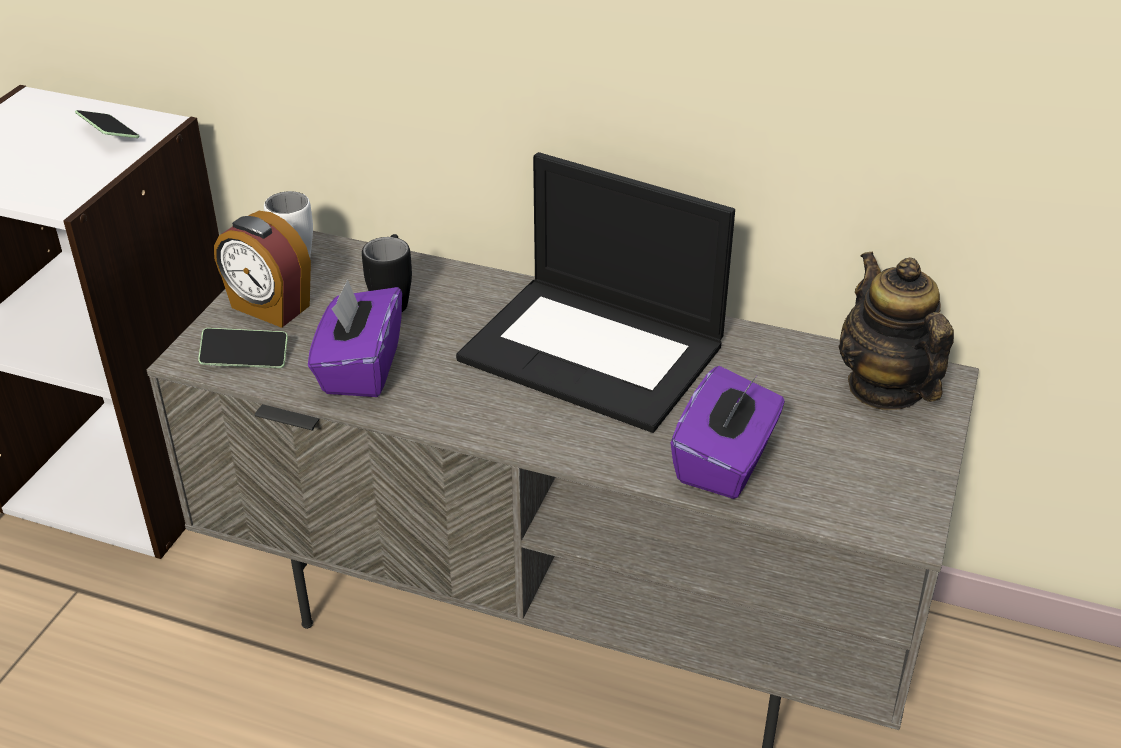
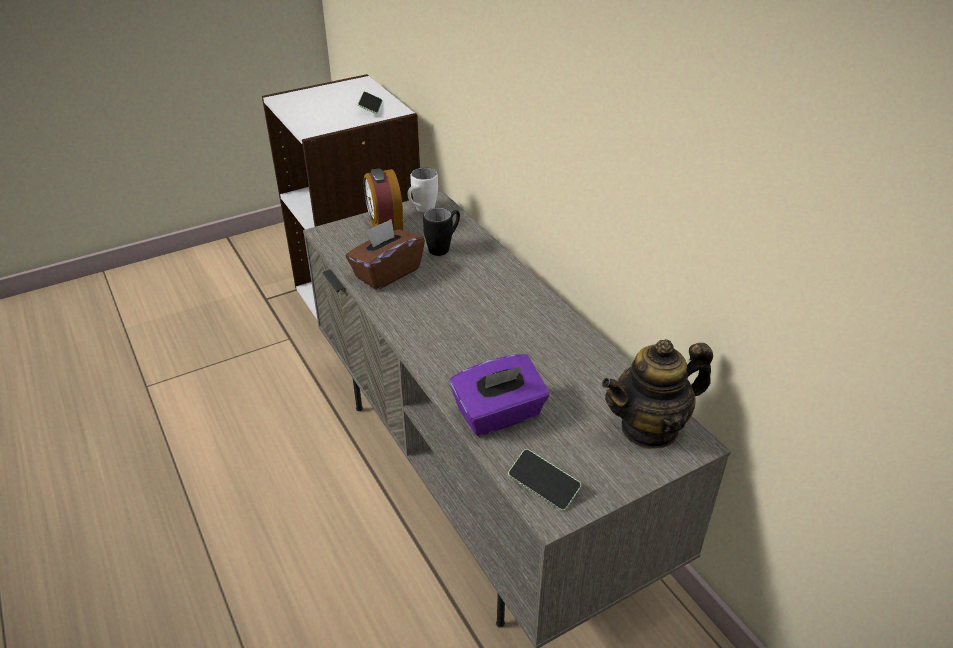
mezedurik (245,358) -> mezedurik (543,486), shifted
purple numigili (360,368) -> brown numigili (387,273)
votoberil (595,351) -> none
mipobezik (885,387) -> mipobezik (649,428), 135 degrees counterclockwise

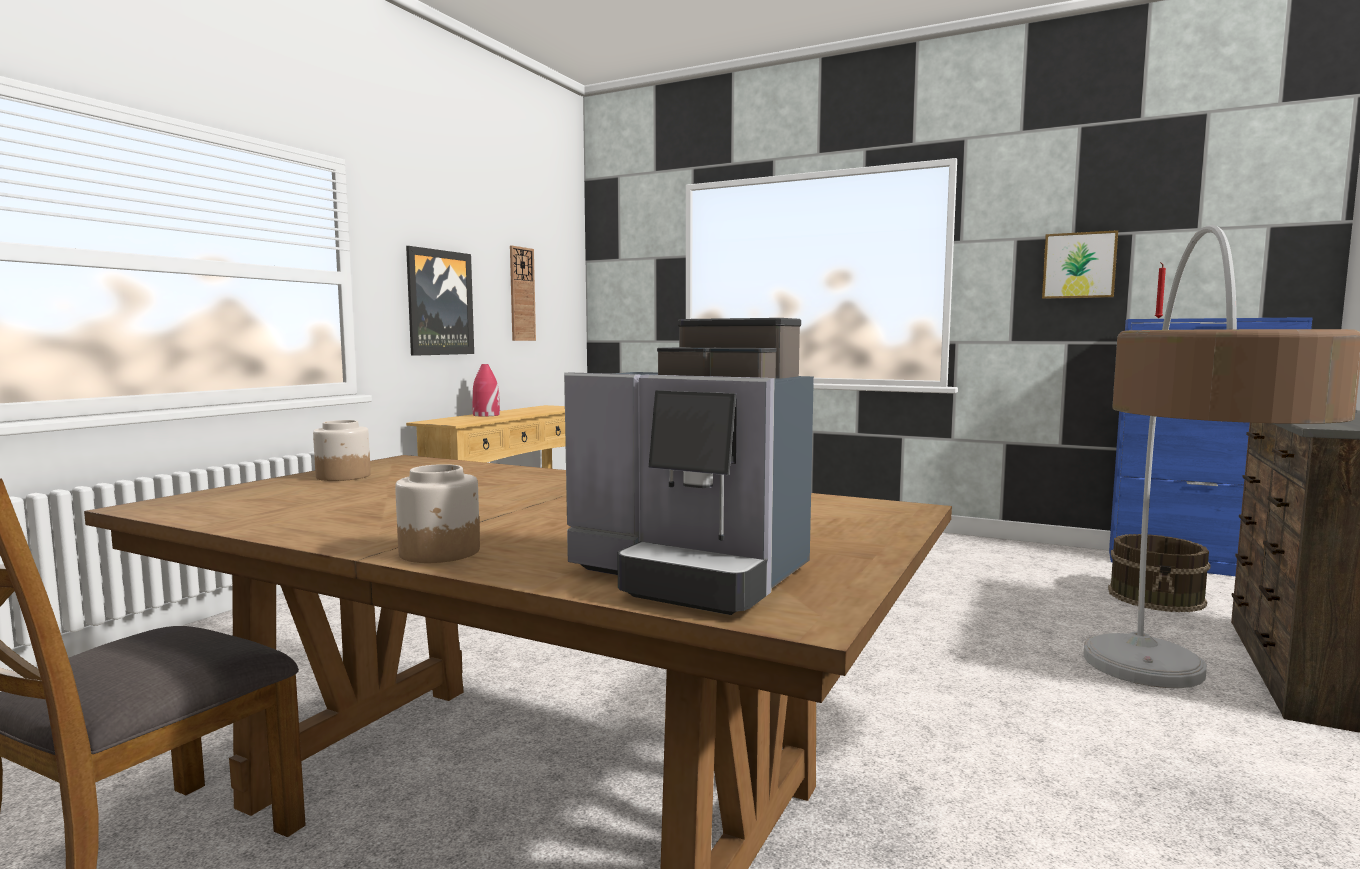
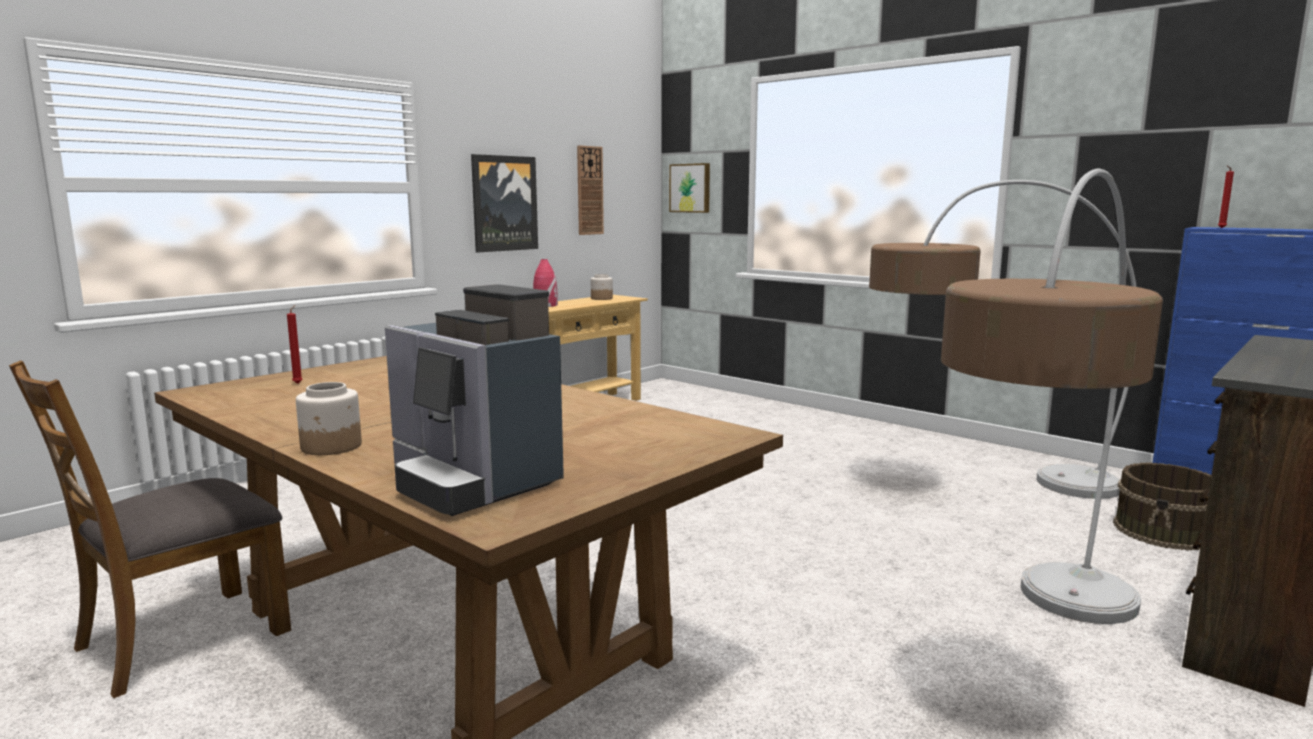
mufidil (342,476) -> mufidil (601,298), shifted
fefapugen (1079,265) -> fefapugen (690,188), shifted
none -> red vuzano (299,383)
none -> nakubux (979,489)

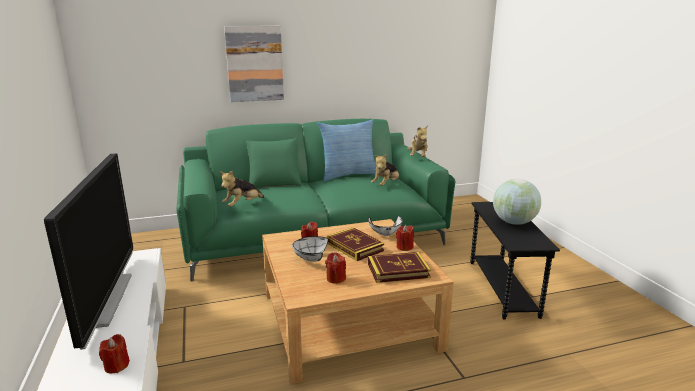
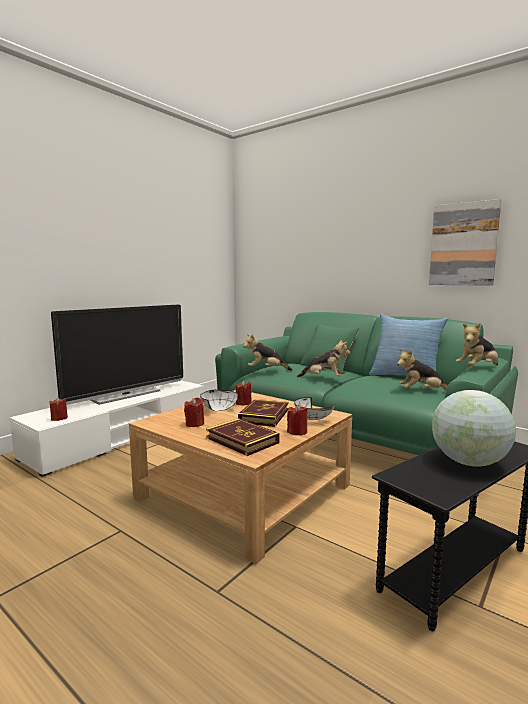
fefapugen (254,64) -> fefapugen (463,244), shifted
none -> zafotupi (324,378)

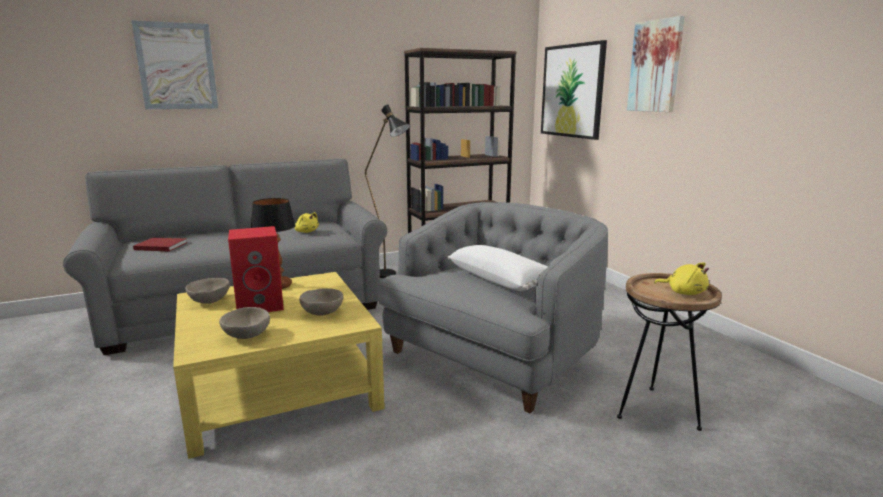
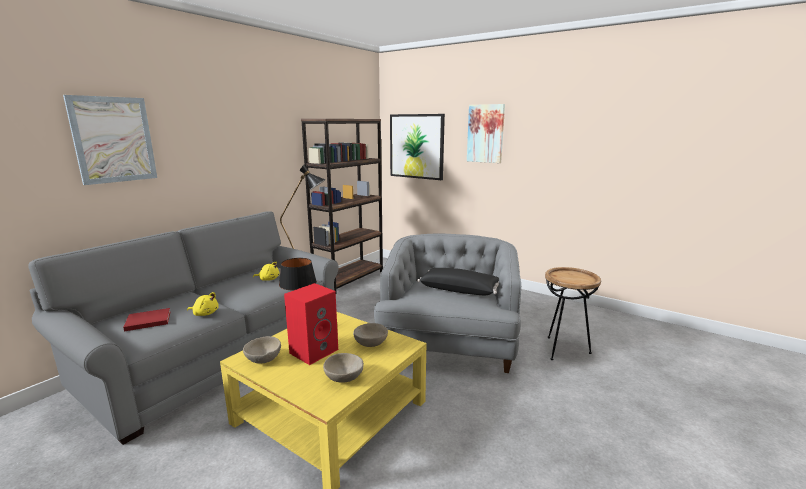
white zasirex (501,280) -> black zasirex (459,290)
yellow zafotupi (684,292) -> yellow zafotupi (205,313), shifted

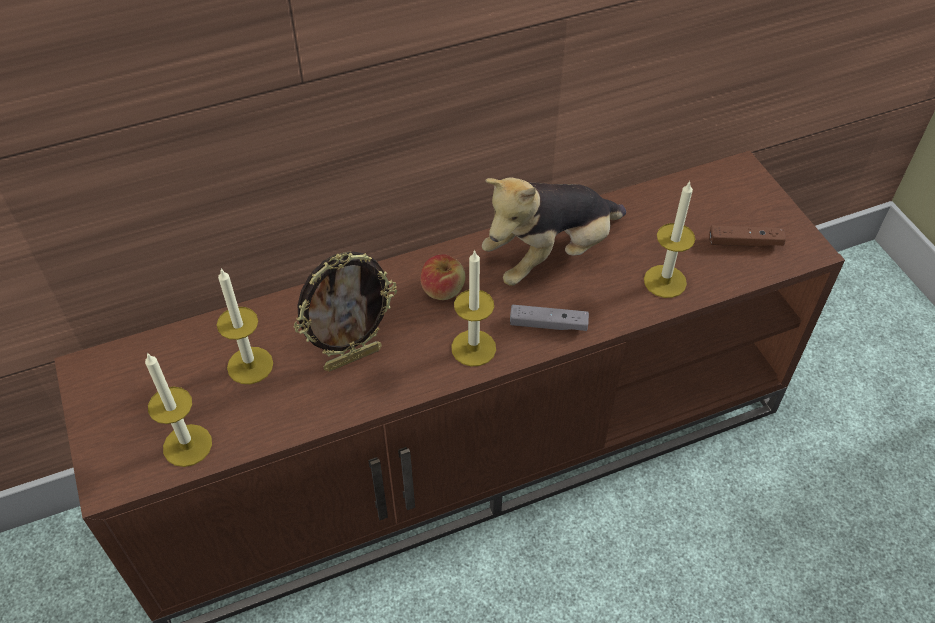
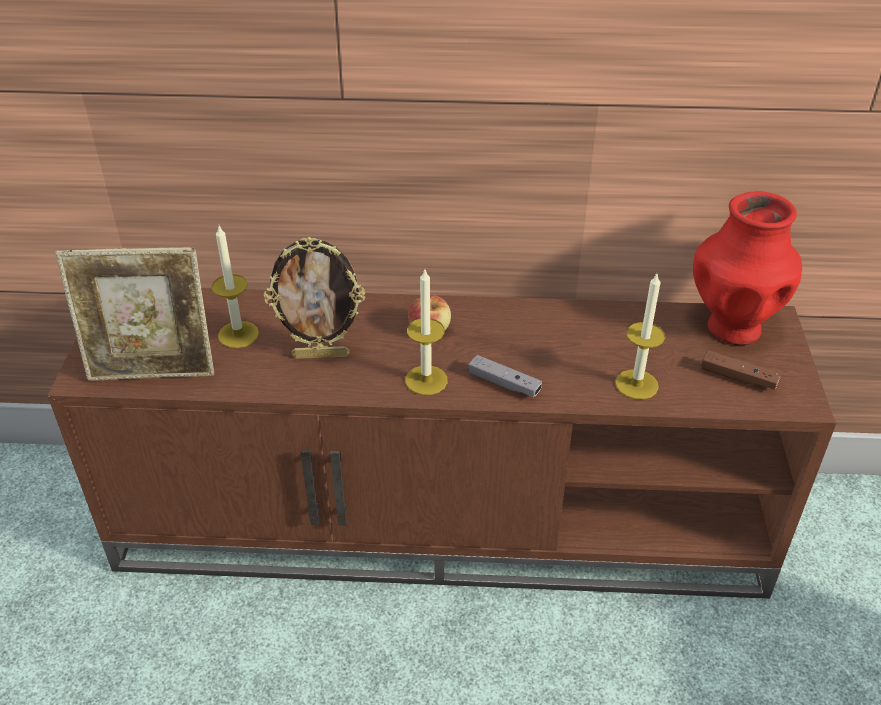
vuzano (187,445) -> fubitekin (154,373)
zafotupi (550,255) -> none
none -> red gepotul (733,327)

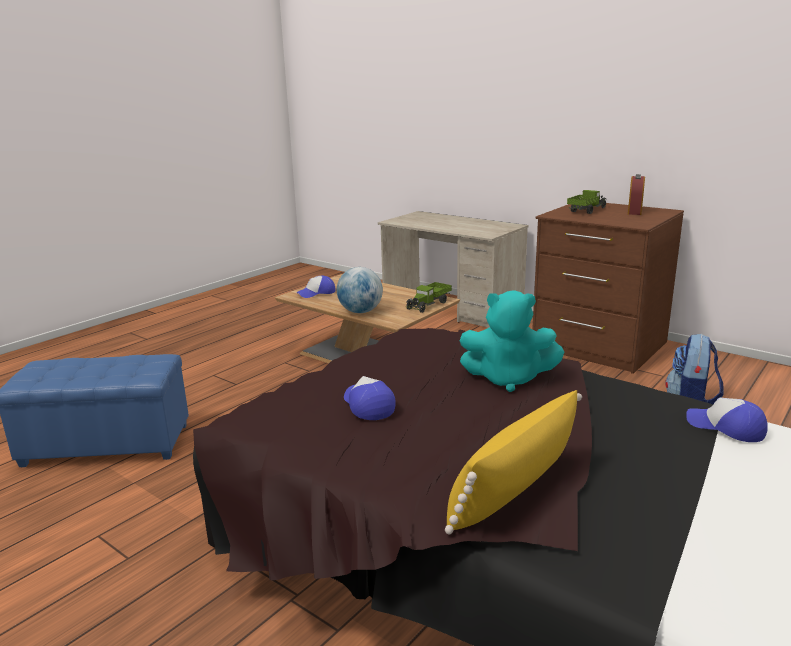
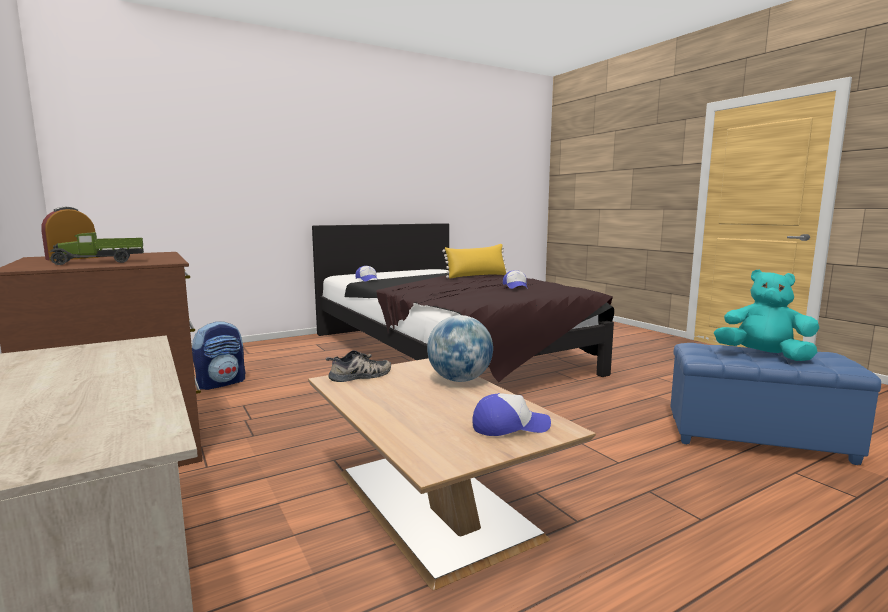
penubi (429,304) -> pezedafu (360,376)
turquoise zafotupi (508,379) -> turquoise zafotupi (763,356), shifted

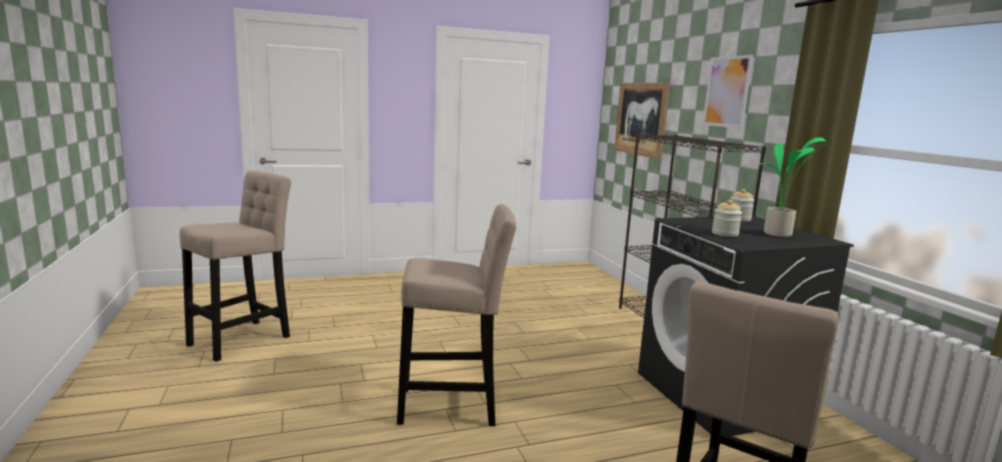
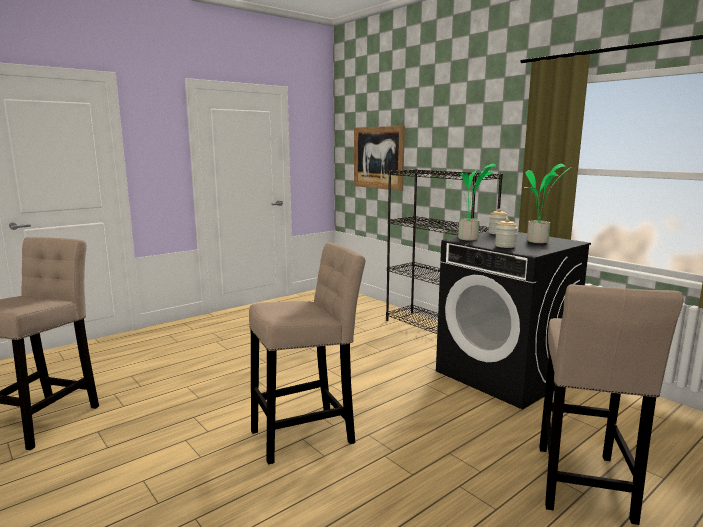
fefapugen (727,92) -> none
none -> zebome (468,239)

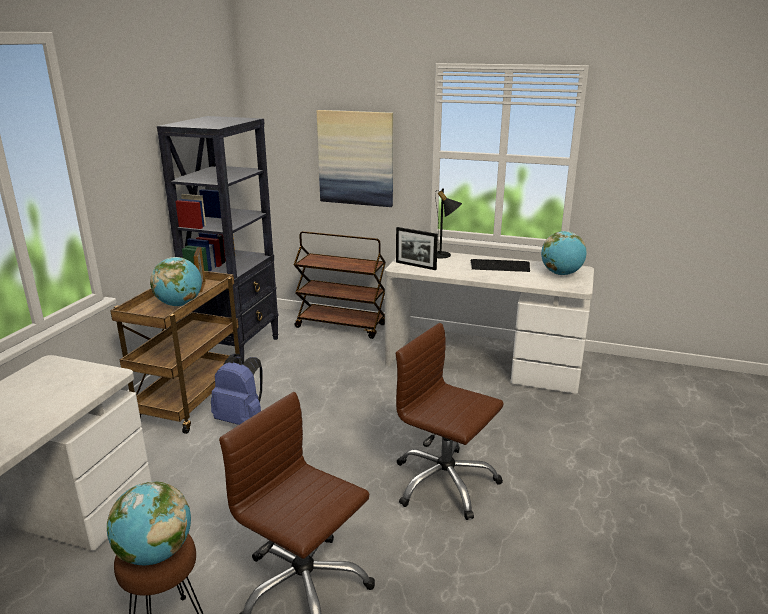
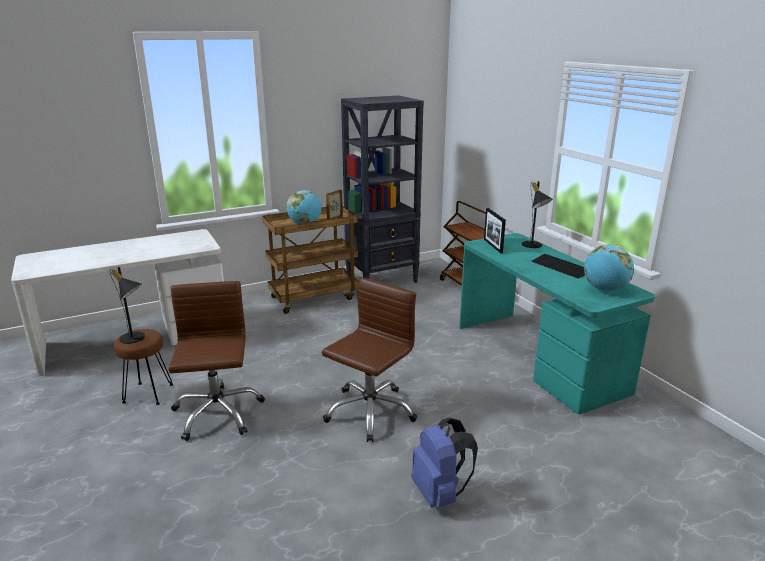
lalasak (155,553) -> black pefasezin (135,339)
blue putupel (241,419) -> blue putupel (440,493), shifted
fefapugen (356,158) -> none
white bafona (483,362) -> turquoise bafona (538,357)
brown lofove (444,483) -> brown lofove (369,411), 45 degrees clockwise

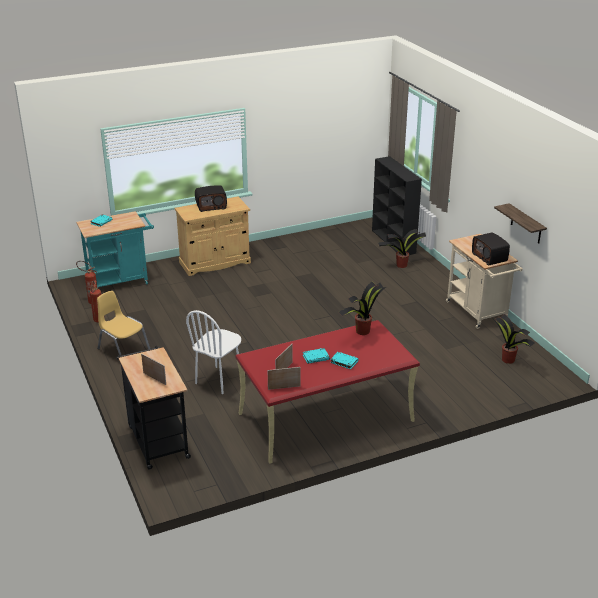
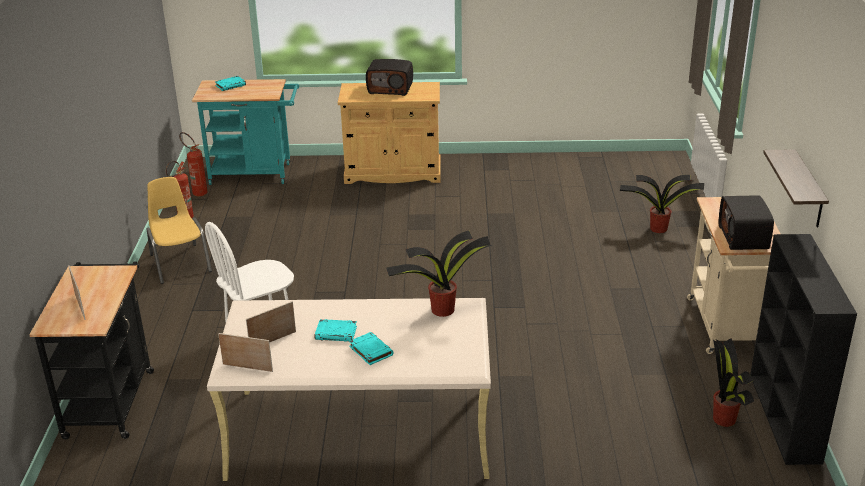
red bafona (325,417) -> beige bafona (359,433)
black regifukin (394,242) -> black regifukin (785,418), shifted

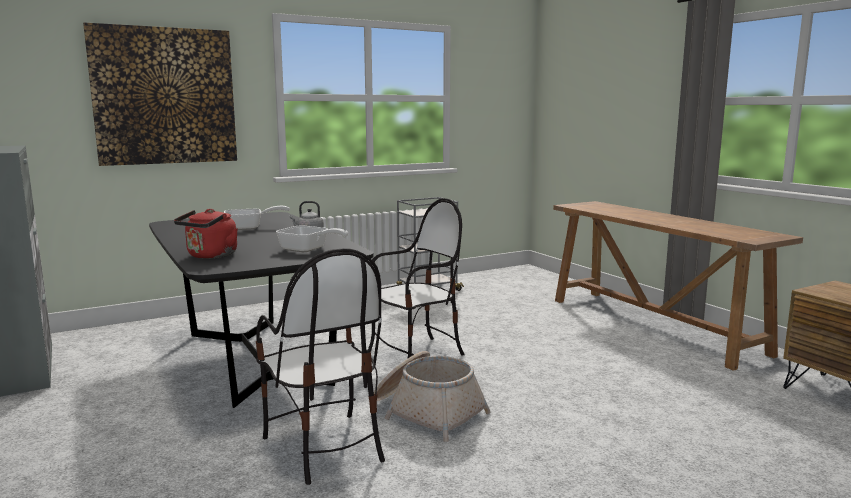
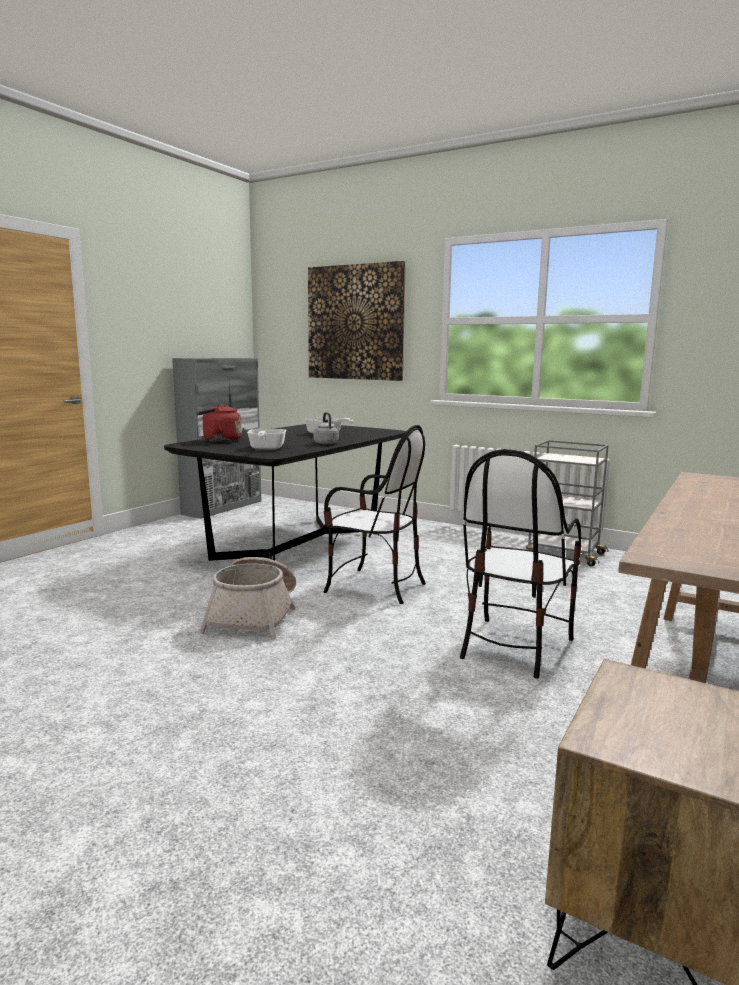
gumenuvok (324,447) -> gumenuvok (513,646), shifted

